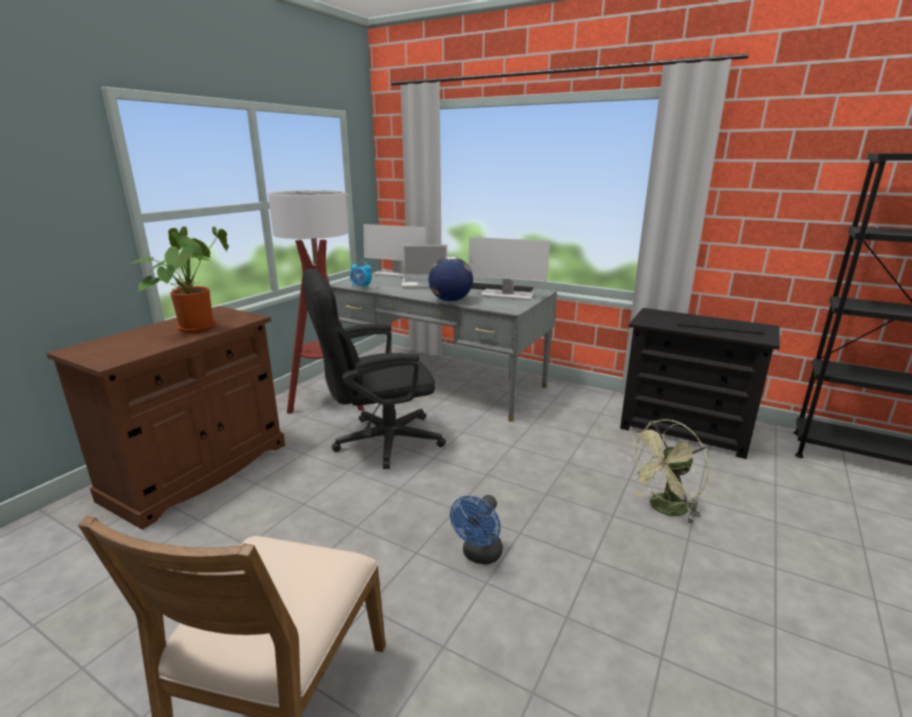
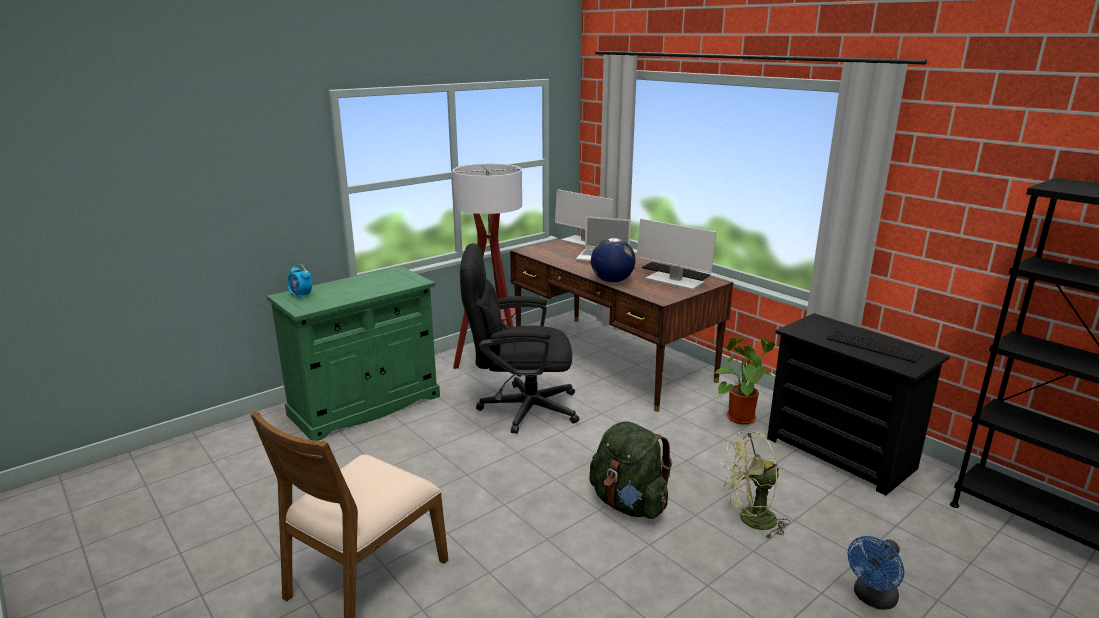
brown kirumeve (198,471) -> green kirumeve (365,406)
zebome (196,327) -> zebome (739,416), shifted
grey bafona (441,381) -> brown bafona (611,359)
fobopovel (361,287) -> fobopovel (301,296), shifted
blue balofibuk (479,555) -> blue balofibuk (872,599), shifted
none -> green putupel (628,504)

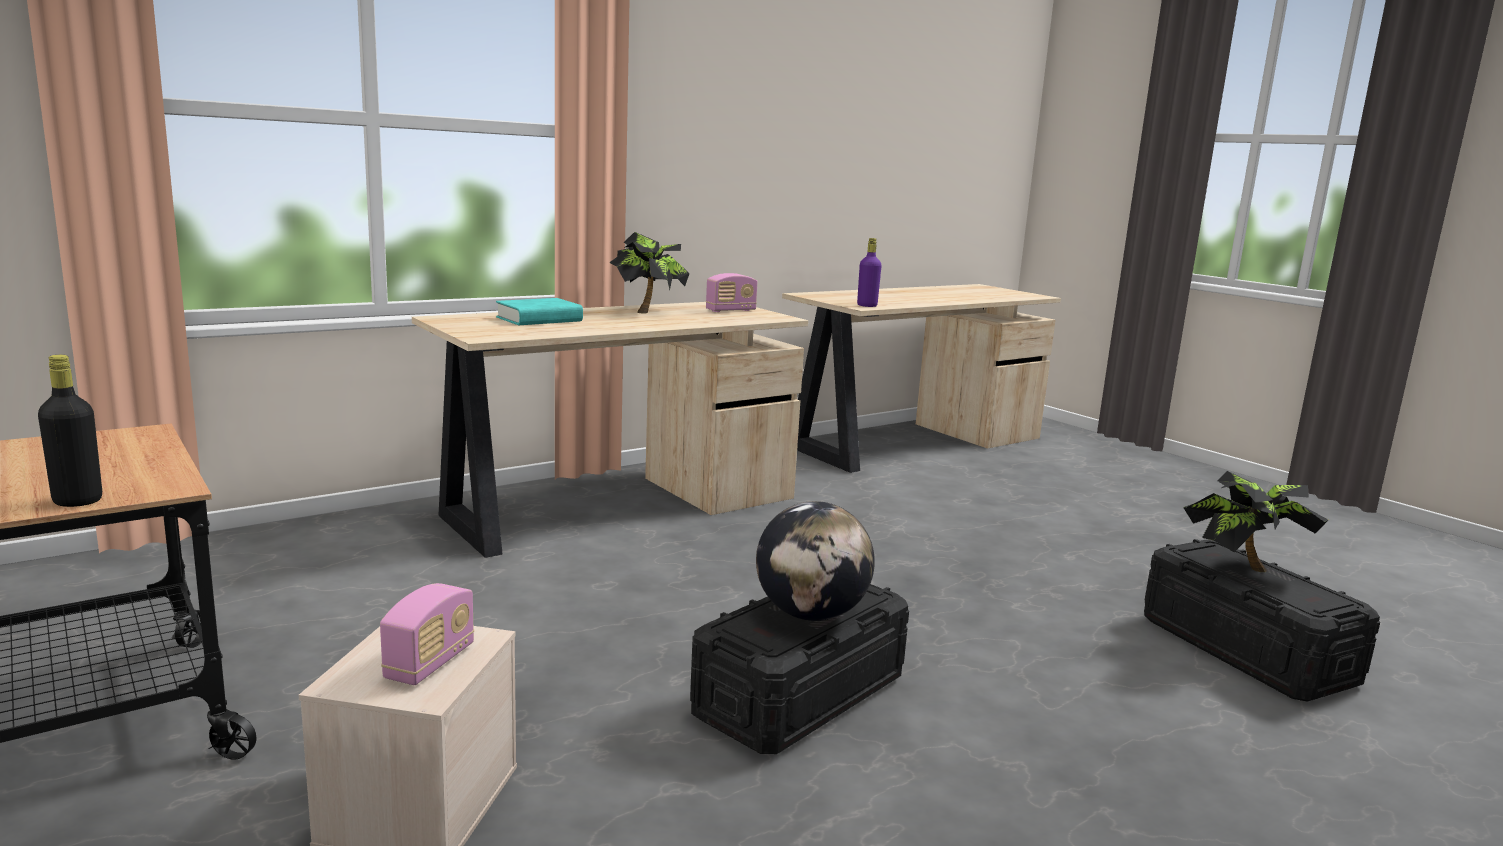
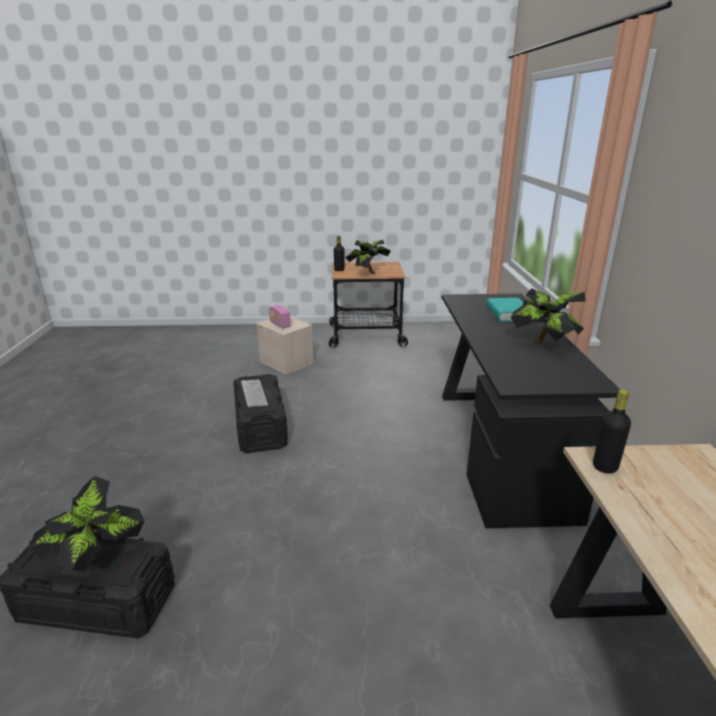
beige bafona (616,506) -> black bafona (498,446)
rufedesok (731,310) -> none
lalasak (811,614) -> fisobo (254,394)
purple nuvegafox (867,305) -> black nuvegafox (605,467)
none -> zebome (368,274)

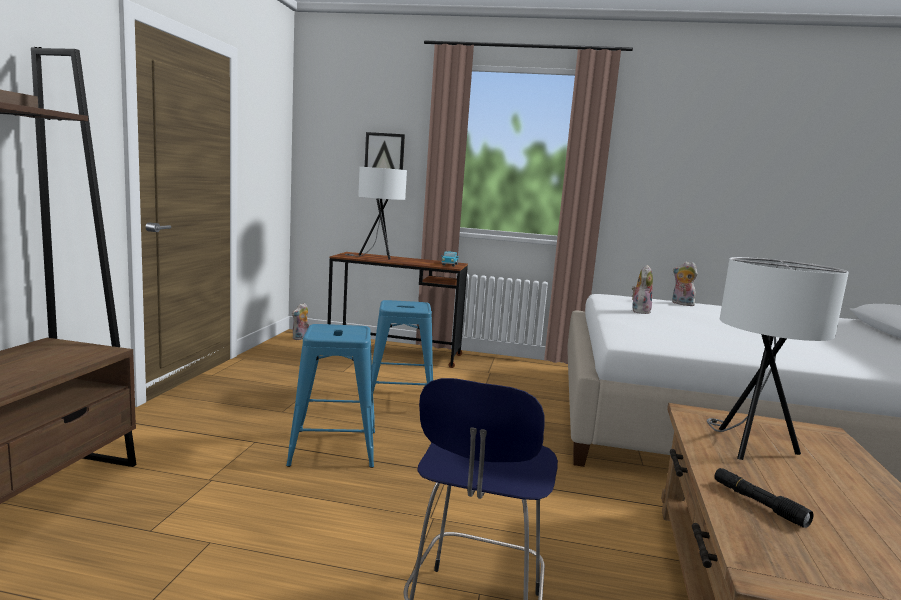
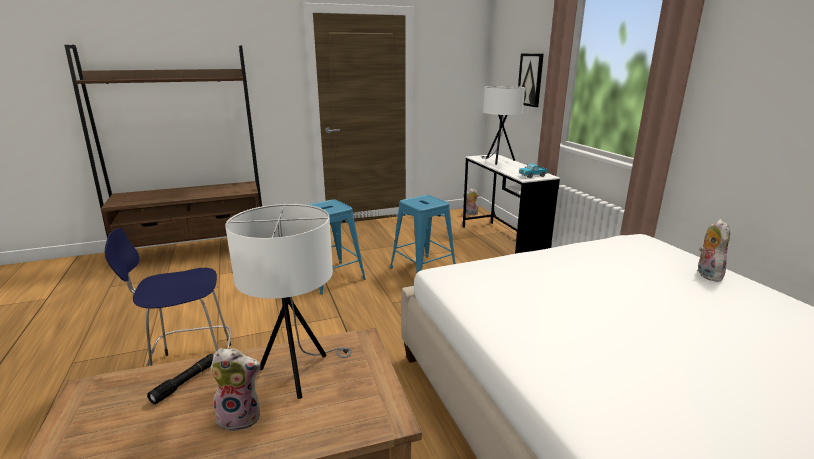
brown bafona (395,353) -> white bafona (502,242)
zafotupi (639,311) -> zafotupi (241,417), shifted

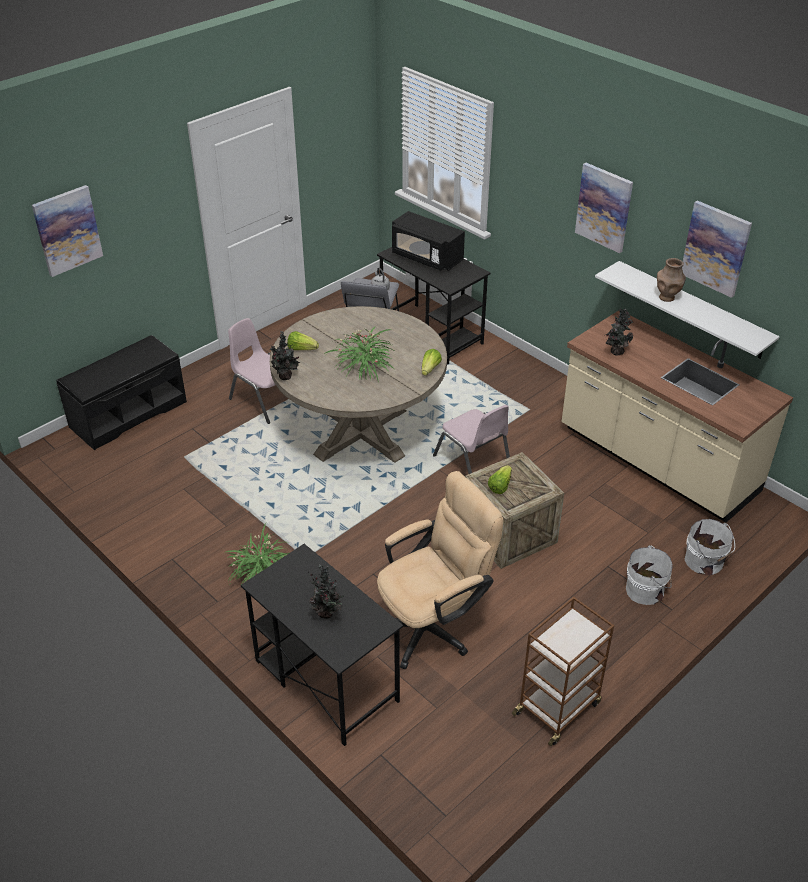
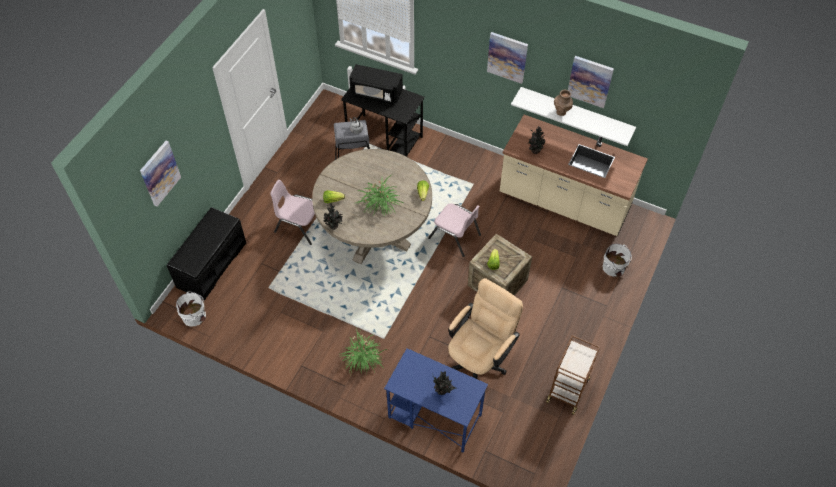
black bafona (325,680) -> blue bafona (434,416)
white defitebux (646,590) -> white defitebux (195,316), shifted

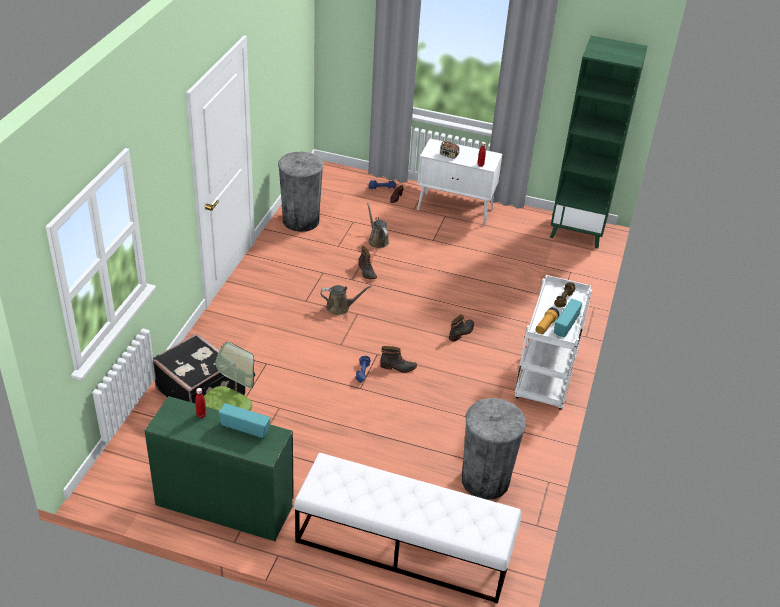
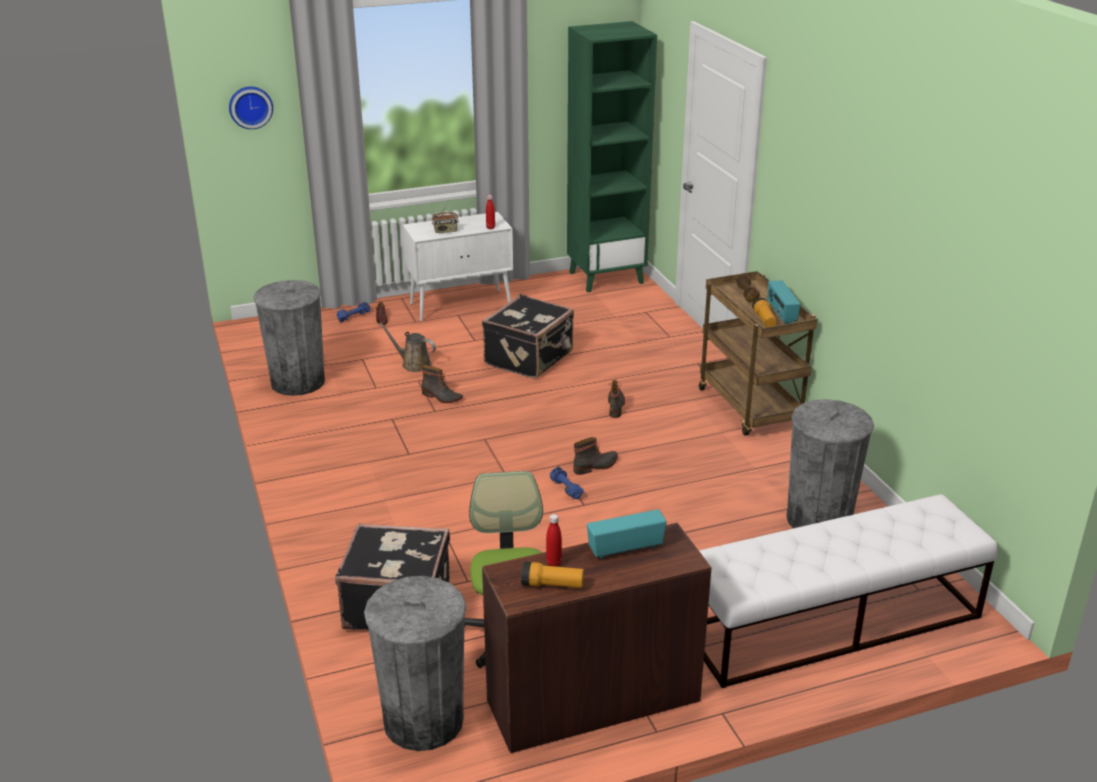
green bafona (224,504) -> brown bafona (592,700)
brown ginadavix (340,307) -> none
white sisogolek (545,381) -> brown sisogolek (750,408)
none -> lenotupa (250,106)
none -> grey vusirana (423,720)
none -> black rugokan (530,358)
none -> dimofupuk (552,585)

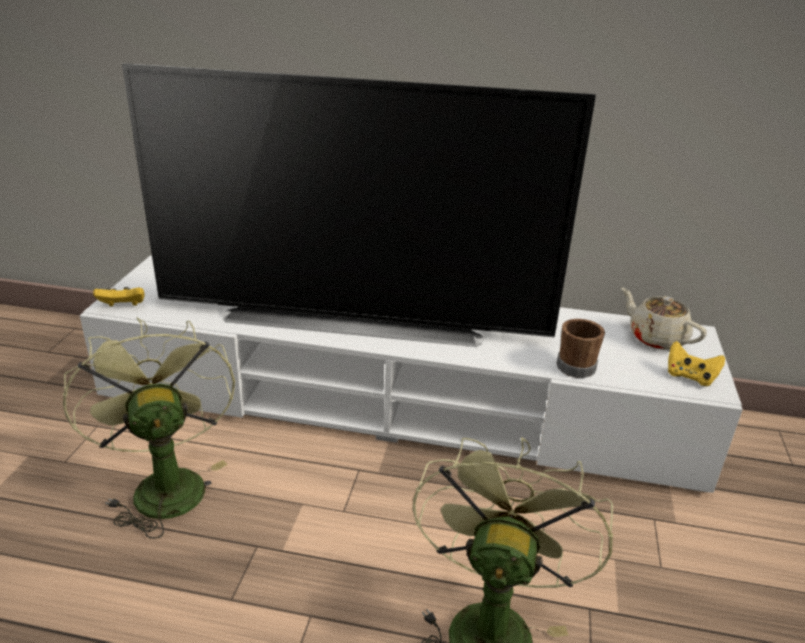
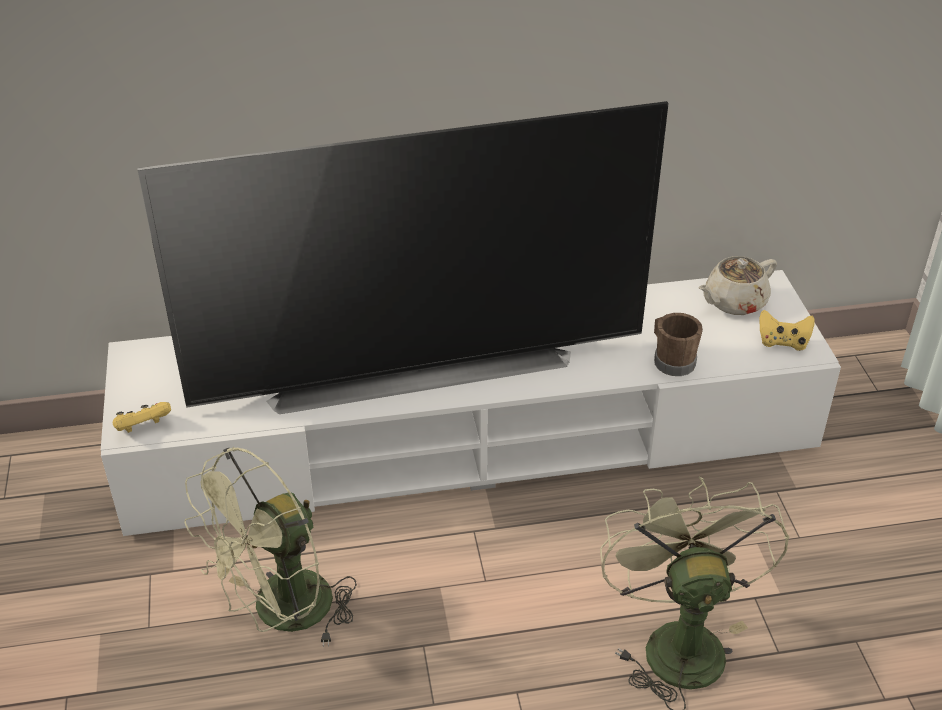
green balofibuk (164,484) -> green balofibuk (281,614), 90 degrees counterclockwise
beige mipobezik (656,338) -> beige mipobezik (733,302), 60 degrees counterclockwise

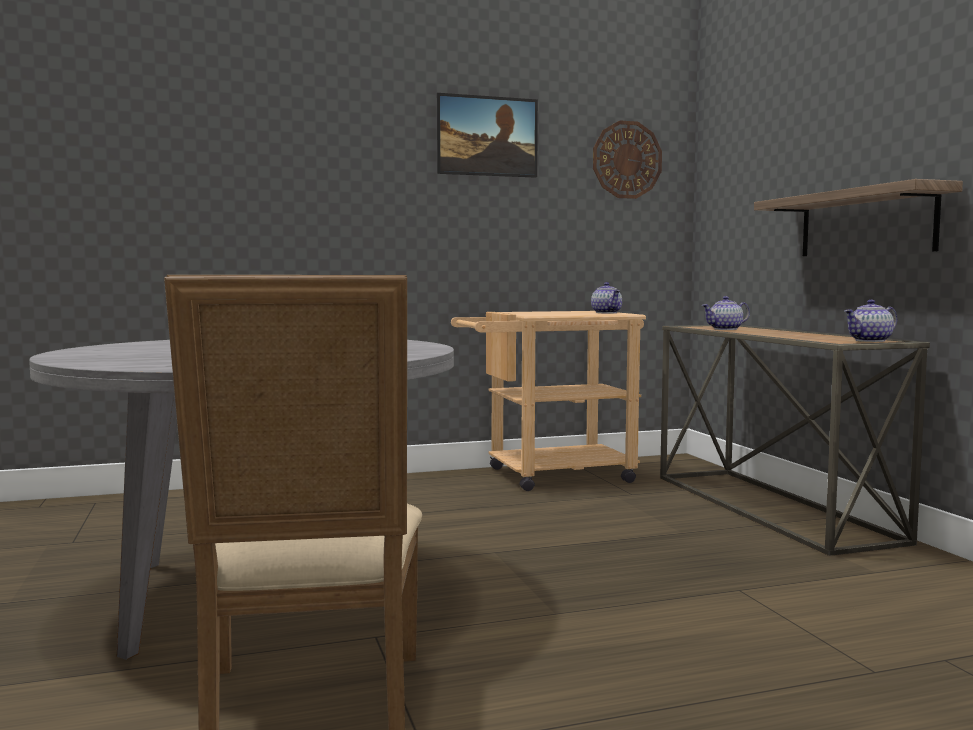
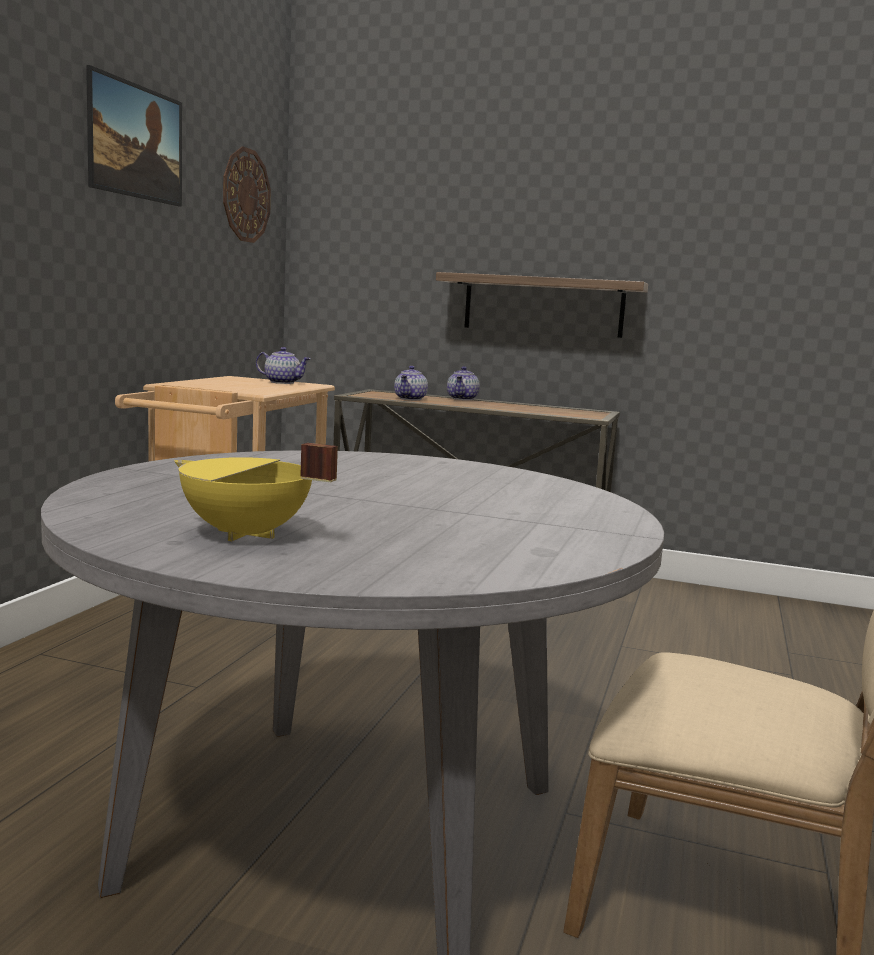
mipobezik (870,341) -> mipobezik (463,399), shifted
none -> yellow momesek (245,535)

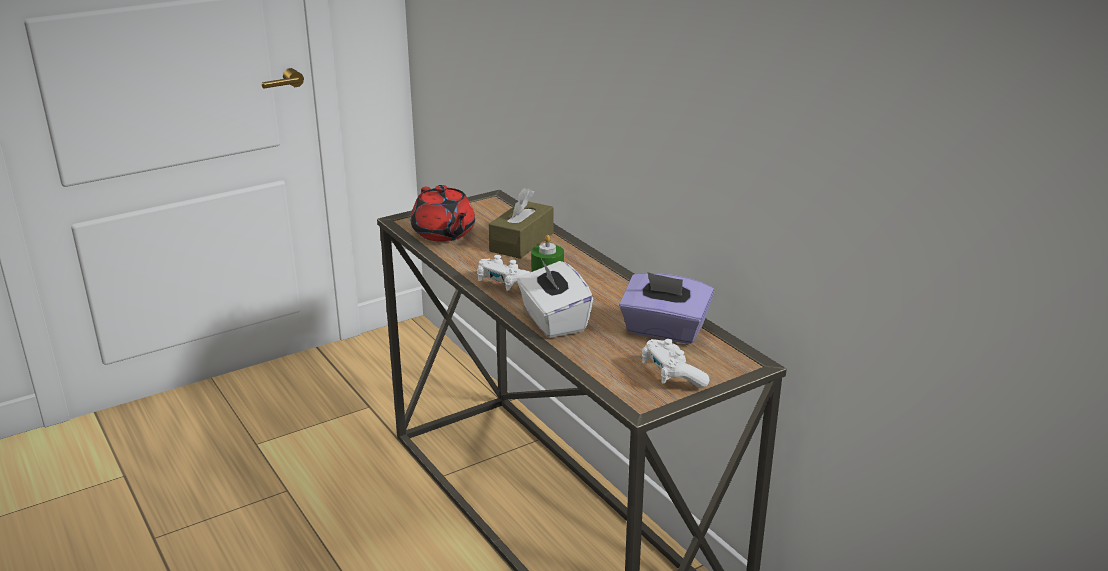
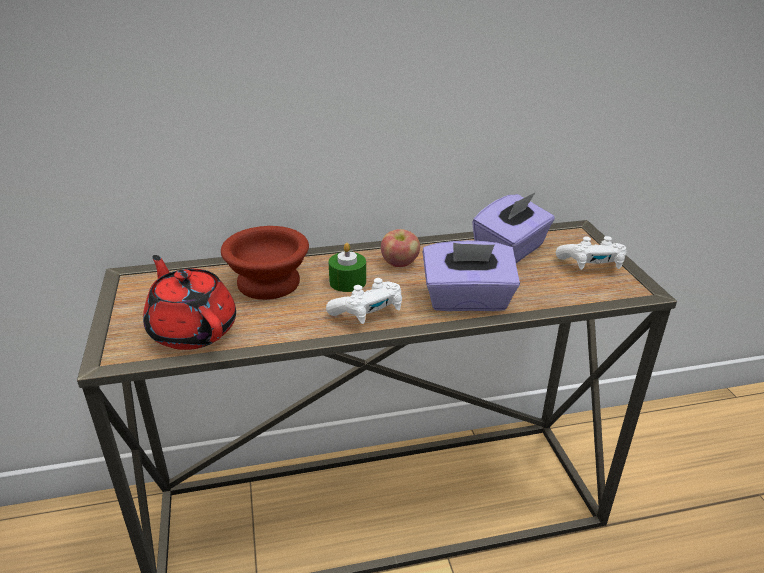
red mipobezik (444,233) -> red mipobezik (192,330), 120 degrees counterclockwise
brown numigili (521,242) -> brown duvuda (266,283)
white numigili (553,320) -> purple numigili (467,300)
none -> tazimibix (399,263)

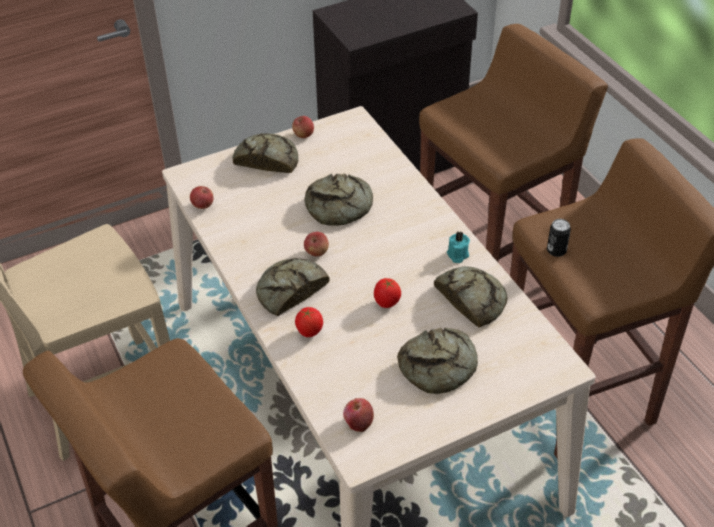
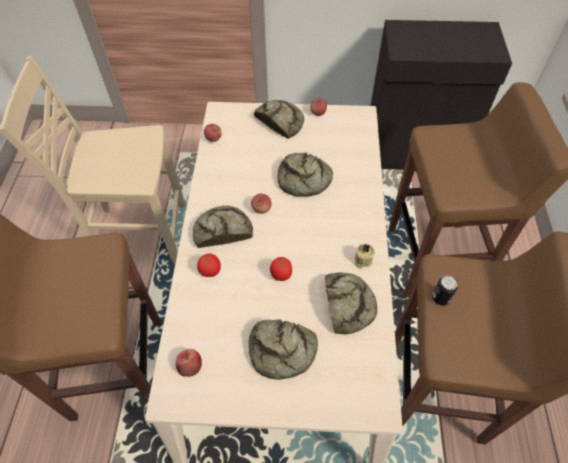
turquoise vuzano (457,255) -> beige vuzano (362,260)

